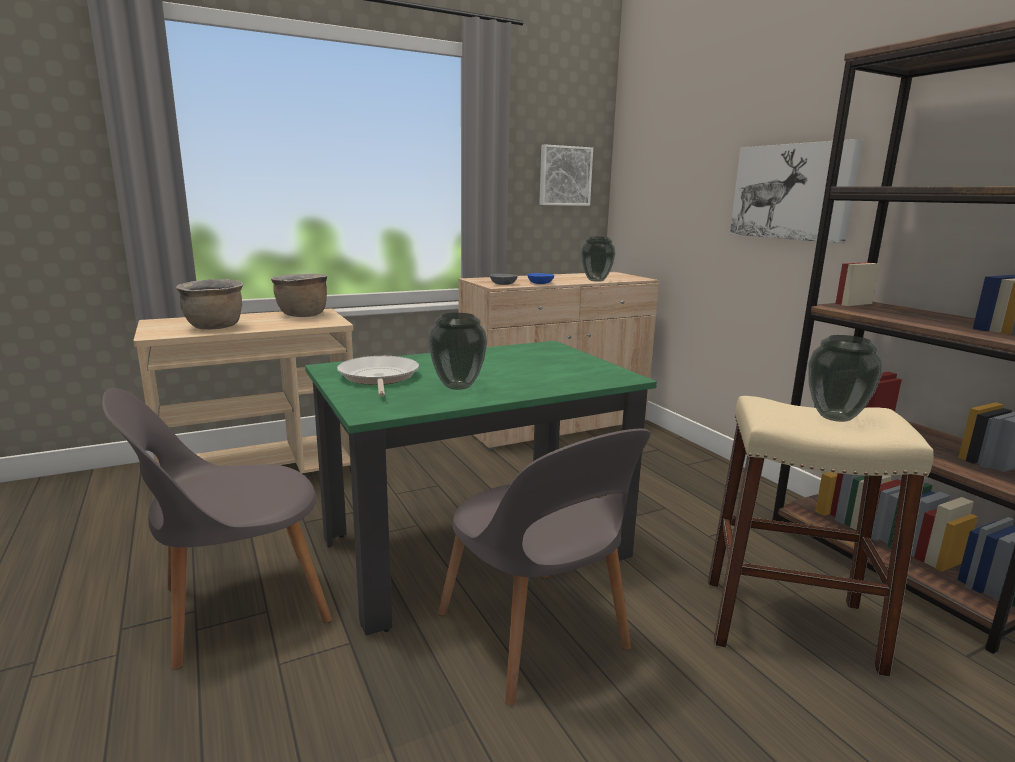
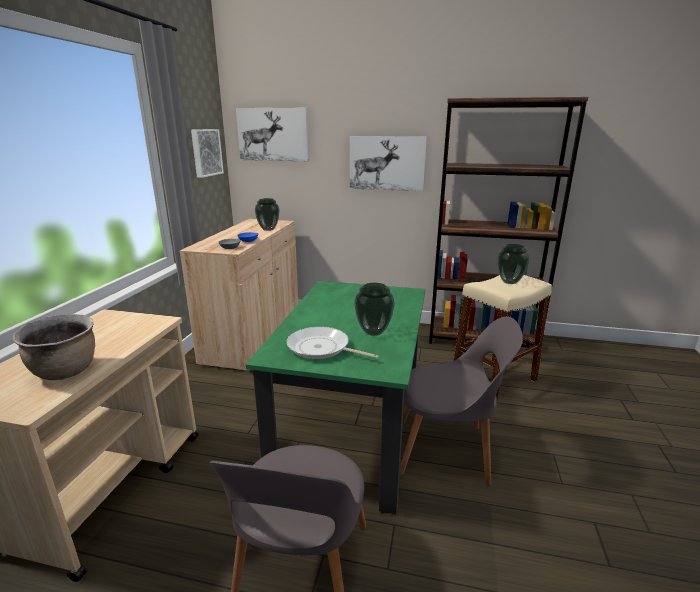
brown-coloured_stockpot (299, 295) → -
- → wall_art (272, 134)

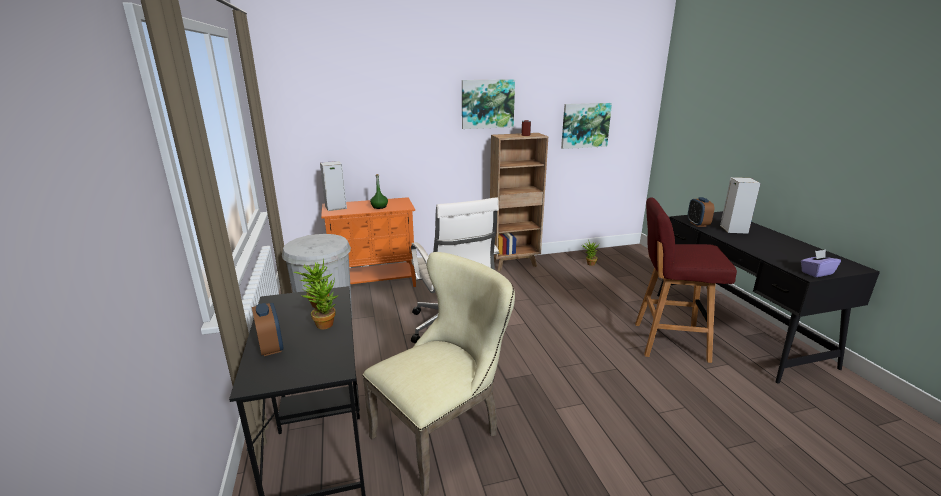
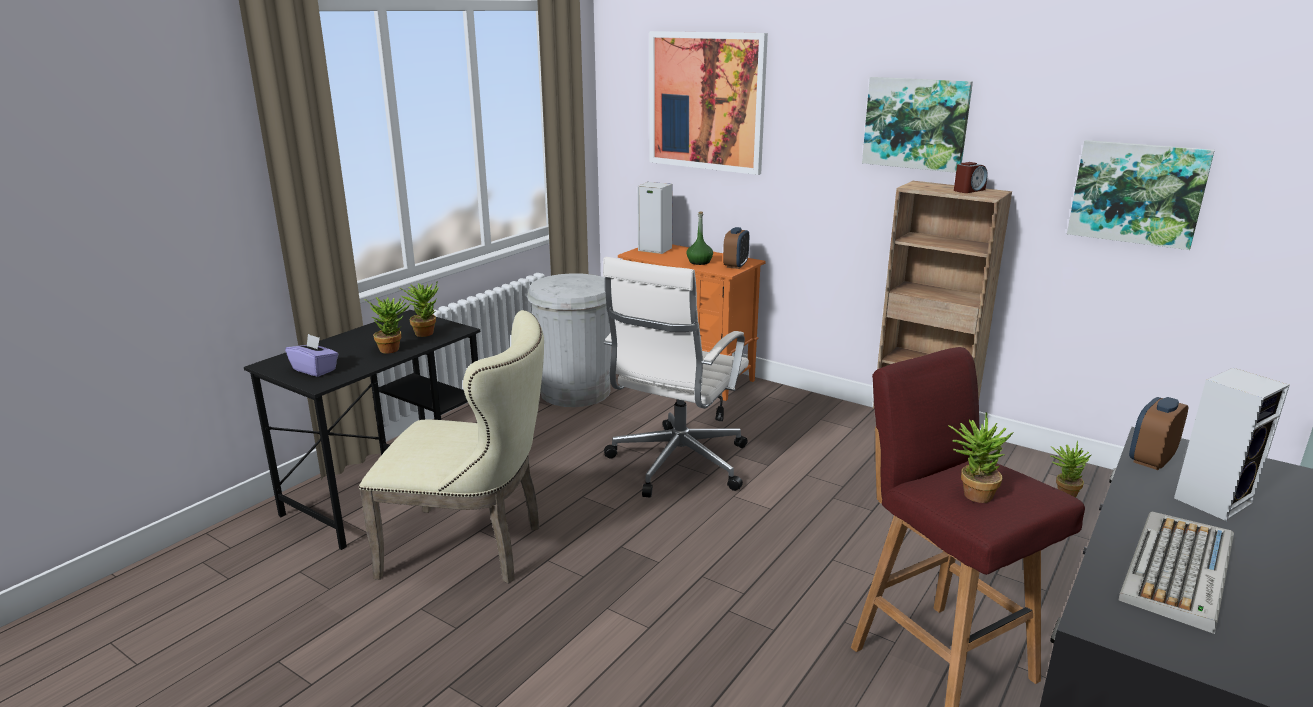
table_clock (268, 329) → table_clock (736, 248), shifted
purple_tissue_box (821, 263) → purple_tissue_box (311, 355), shifted
- → wall_art (708, 103)
- → plant_in_a_pot (981, 457)
- → keyboard (1176, 573)

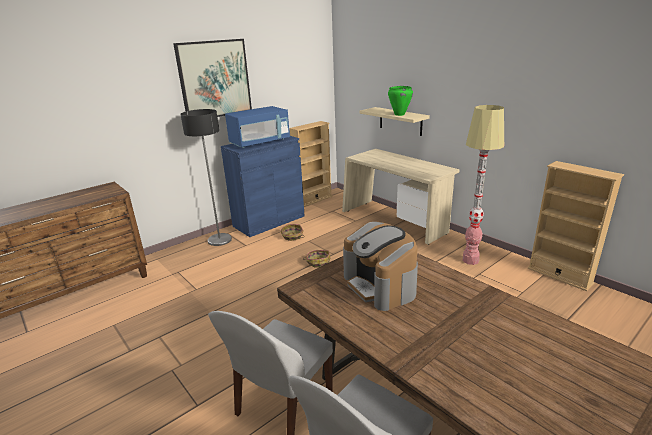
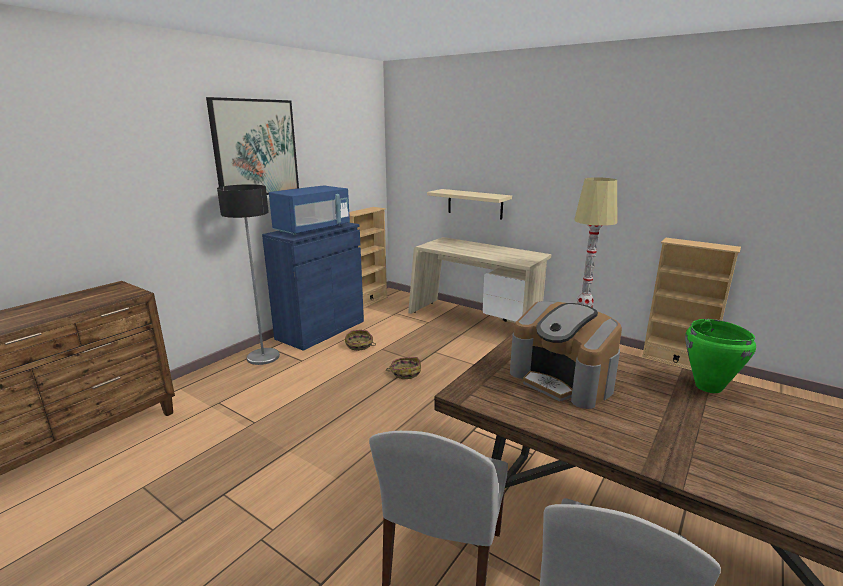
greenish_stockpot (400, 101) → greenish_stockpot (720, 356), shifted

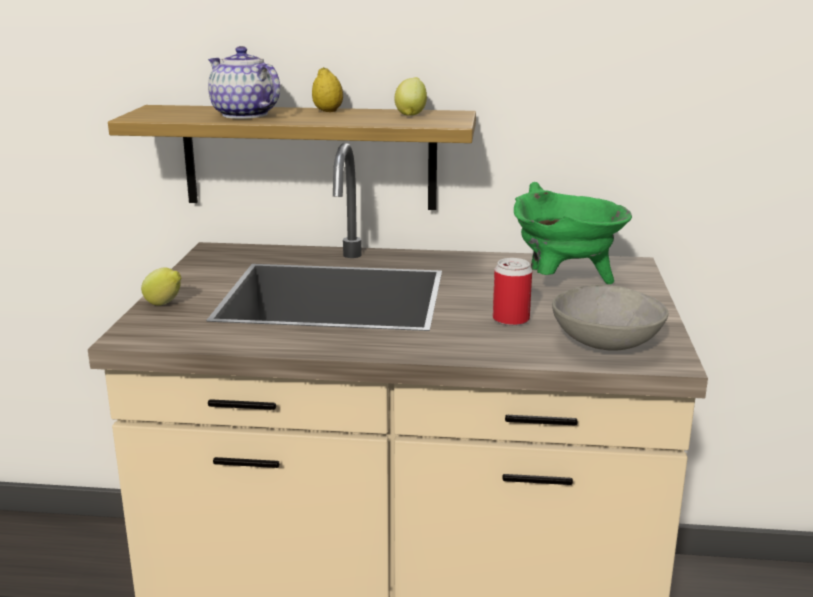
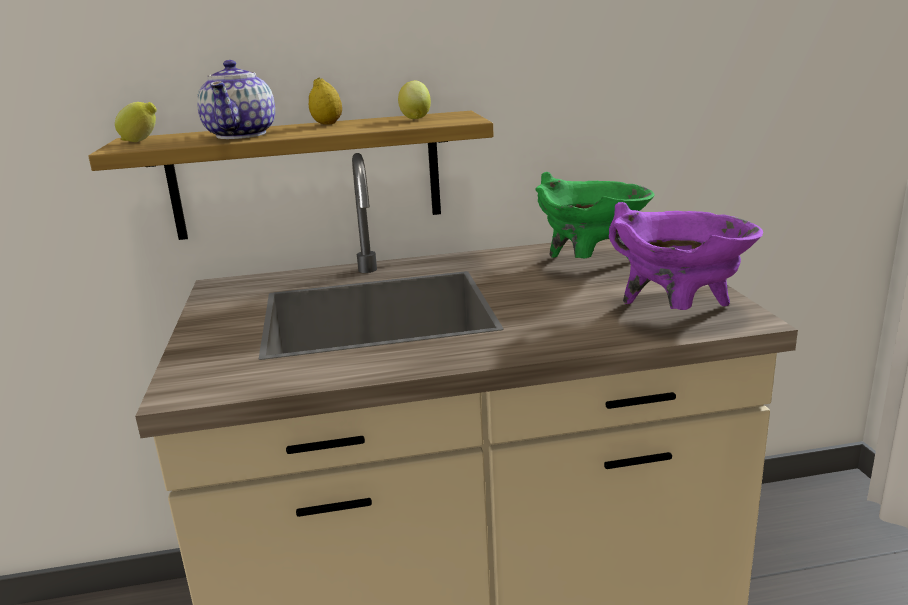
citrus_fruit (161, 286) → citrus_fruit (136, 122), shifted
tea_pot (244, 82) → tea_pot (236, 99), 120 degrees counterclockwise
metal_can (512, 292) → -
greyish_deep_dish (610, 318) → purple_stockpot (686, 256)

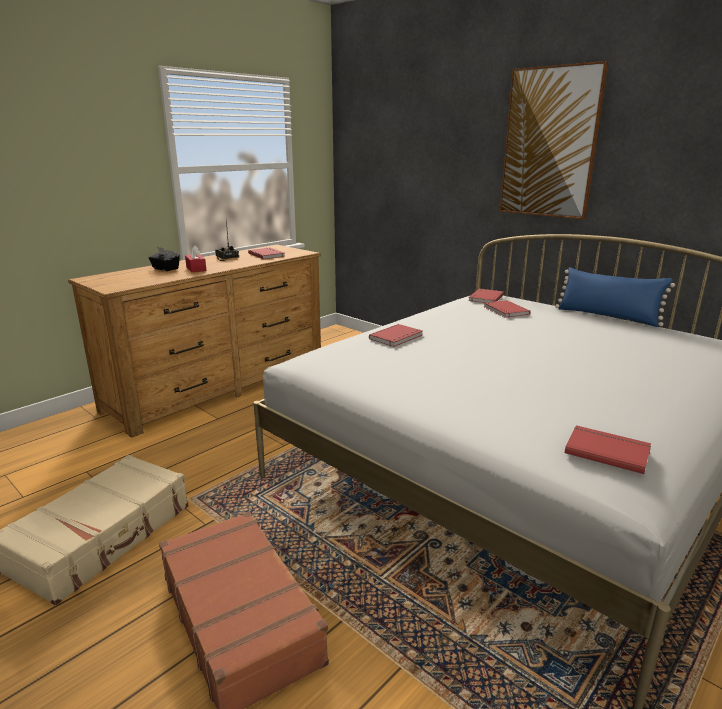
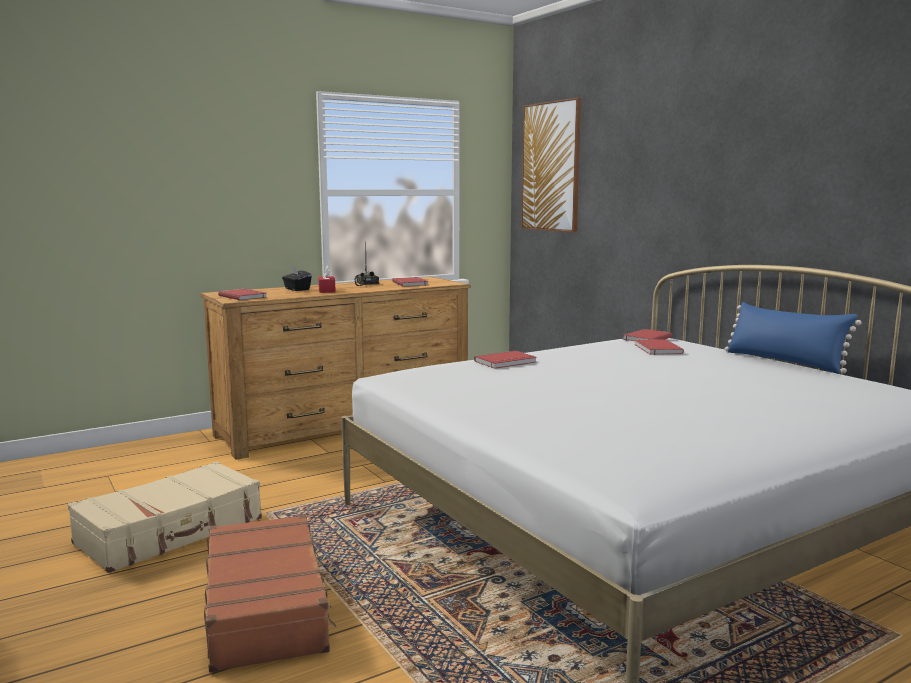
wall_art (554, 140) → wall_art (551, 165), shifted
red_volume (608, 449) → red_volume (242, 294), shifted

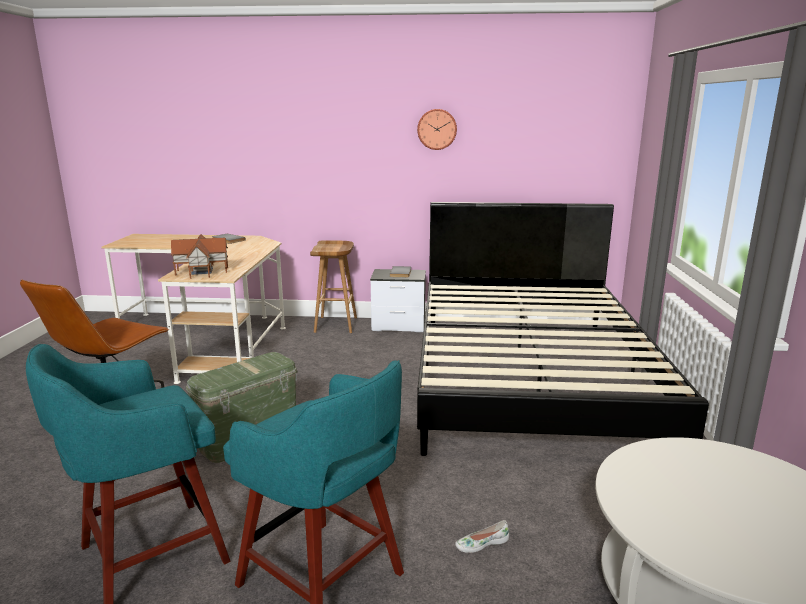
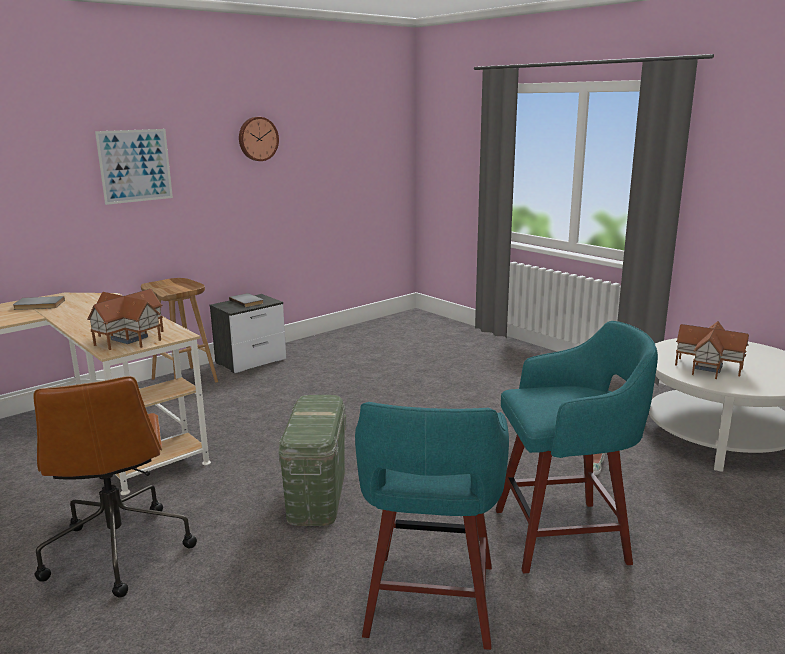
blackish_sleeping_bed (563, 329) → -
- → wall_art (134, 167)
- → model_house (712, 350)

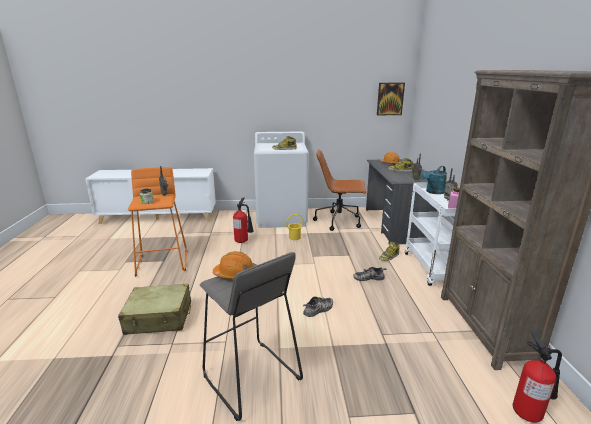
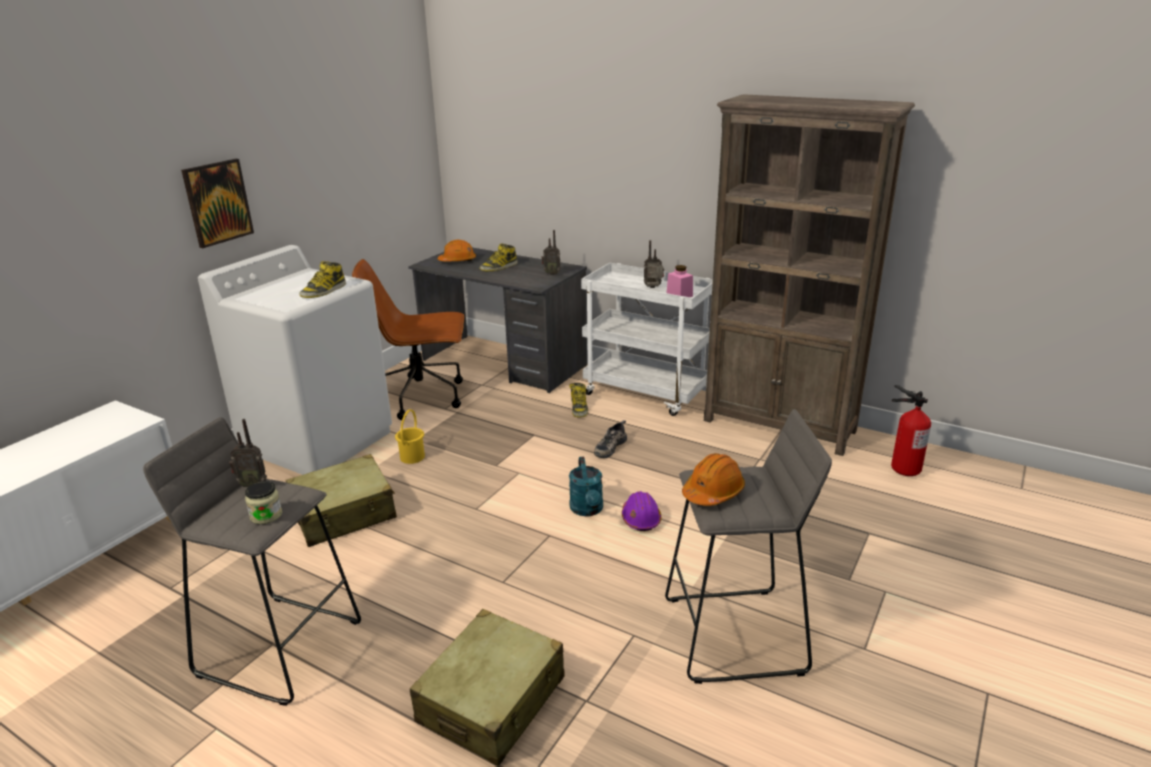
orangey_stool_seat (157, 222) → greyish_stool_seat (252, 561)
extinguisher (243, 220) → sand-coloured_piece_of_luggage (341, 500)
item_of_footwear (318, 306) → purple_work_helmet (641, 511)
brown-coloured_computer_chair (340, 190) → brown-coloured_computer_chair (408, 339), 45 degrees clockwise
wall_art (391, 99) → wall_art (217, 203), shifted
blue-green_sprinkling_can (434, 180) → blue-green_sprinkling_can (586, 486), shifted

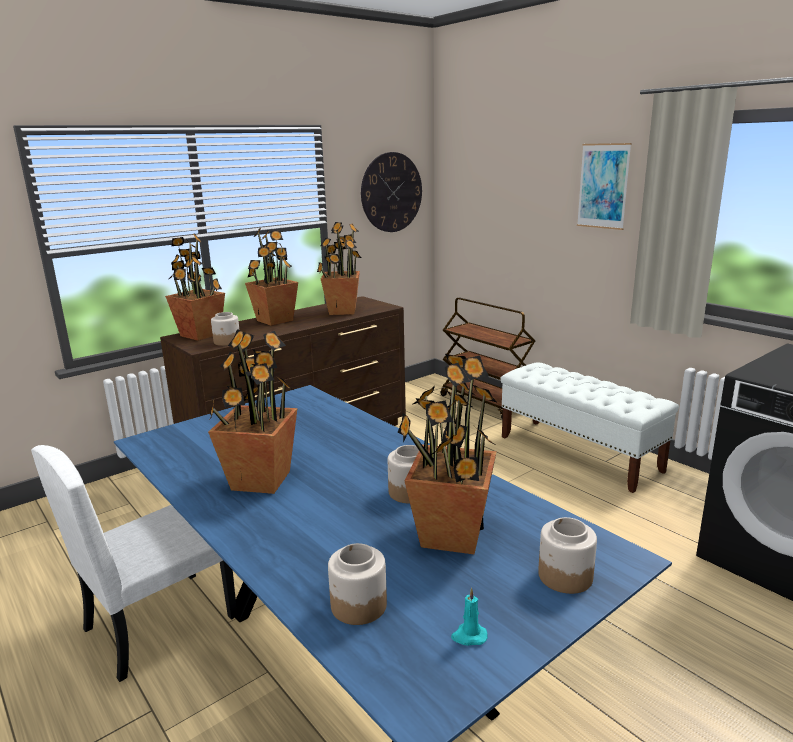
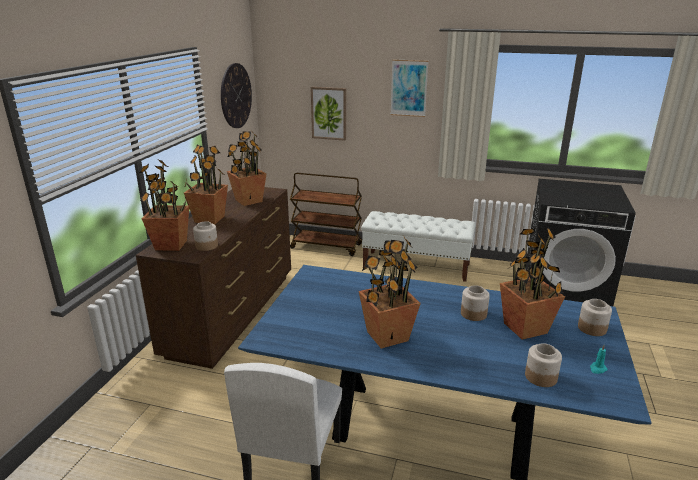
- → wall_art (328, 114)

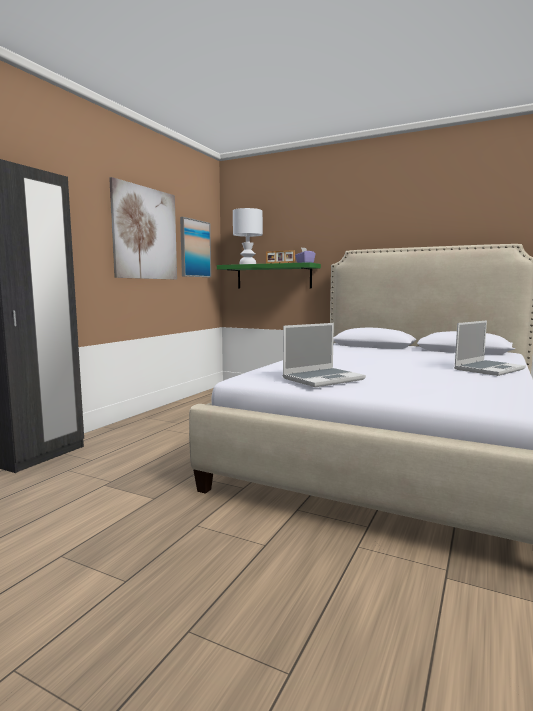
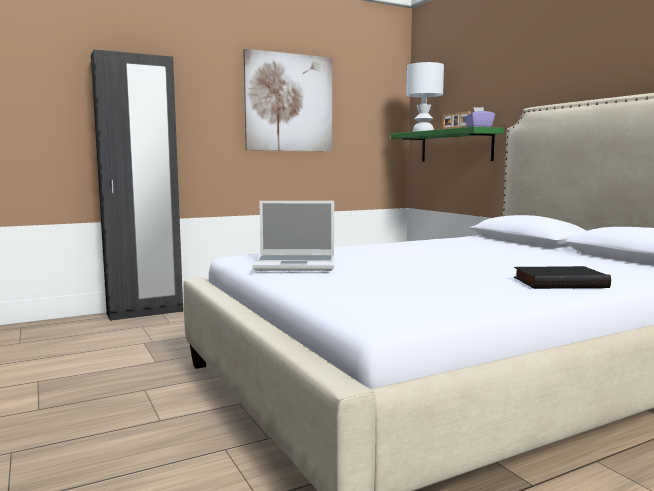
wall_art (195, 247) → -
laptop (490, 348) → blackish_volume (562, 277)

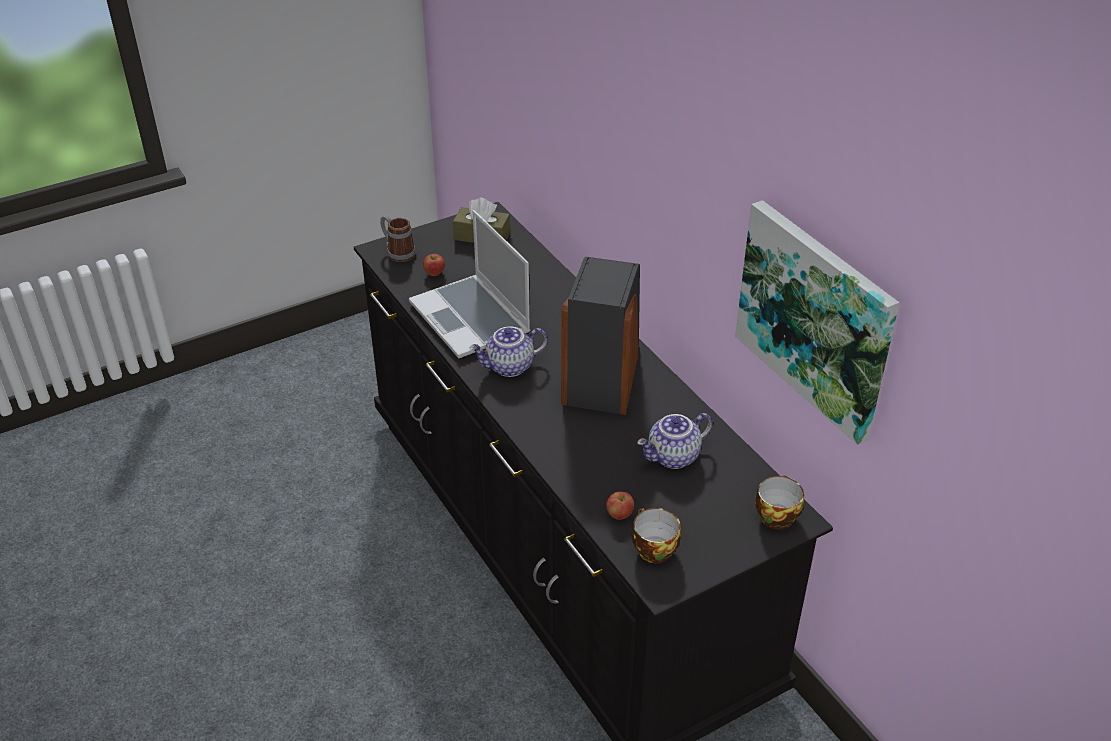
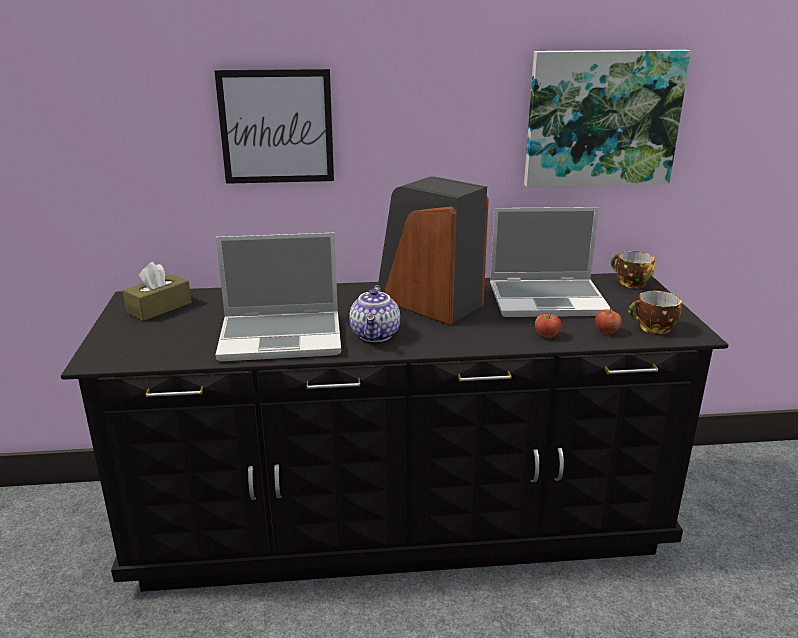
coffee_mug (398, 238) → -
apple_fruit (434, 265) → apple_fruit (548, 326), shifted
tea_pot (675, 441) → laptop (551, 262)
- → wall_art (274, 126)

